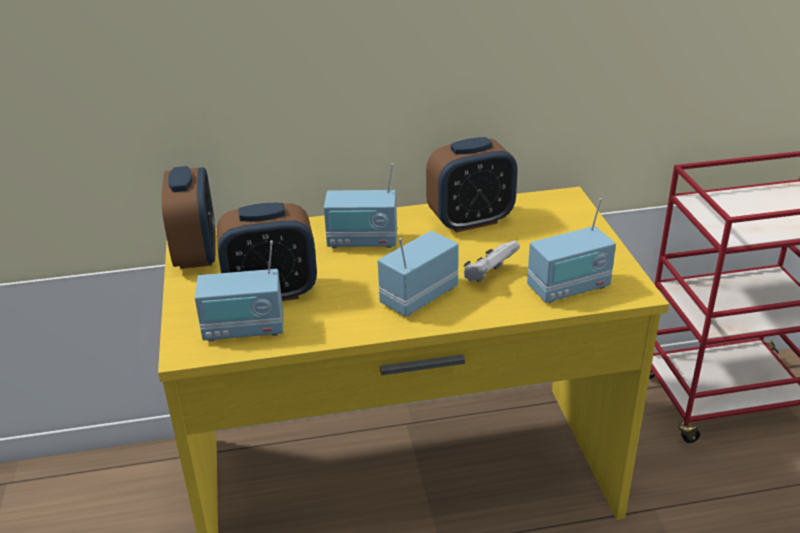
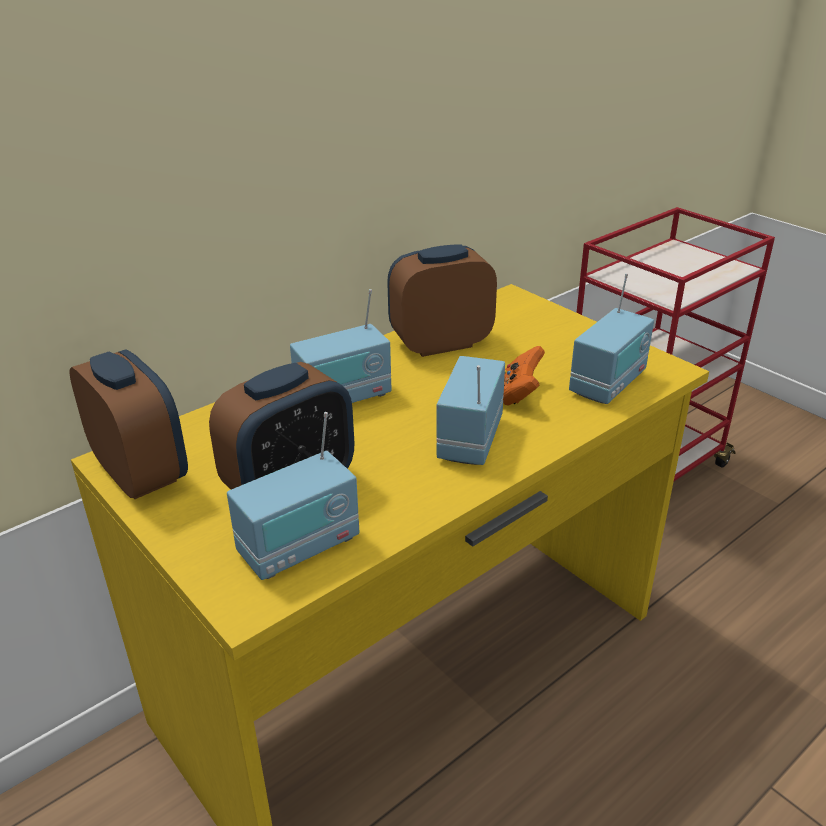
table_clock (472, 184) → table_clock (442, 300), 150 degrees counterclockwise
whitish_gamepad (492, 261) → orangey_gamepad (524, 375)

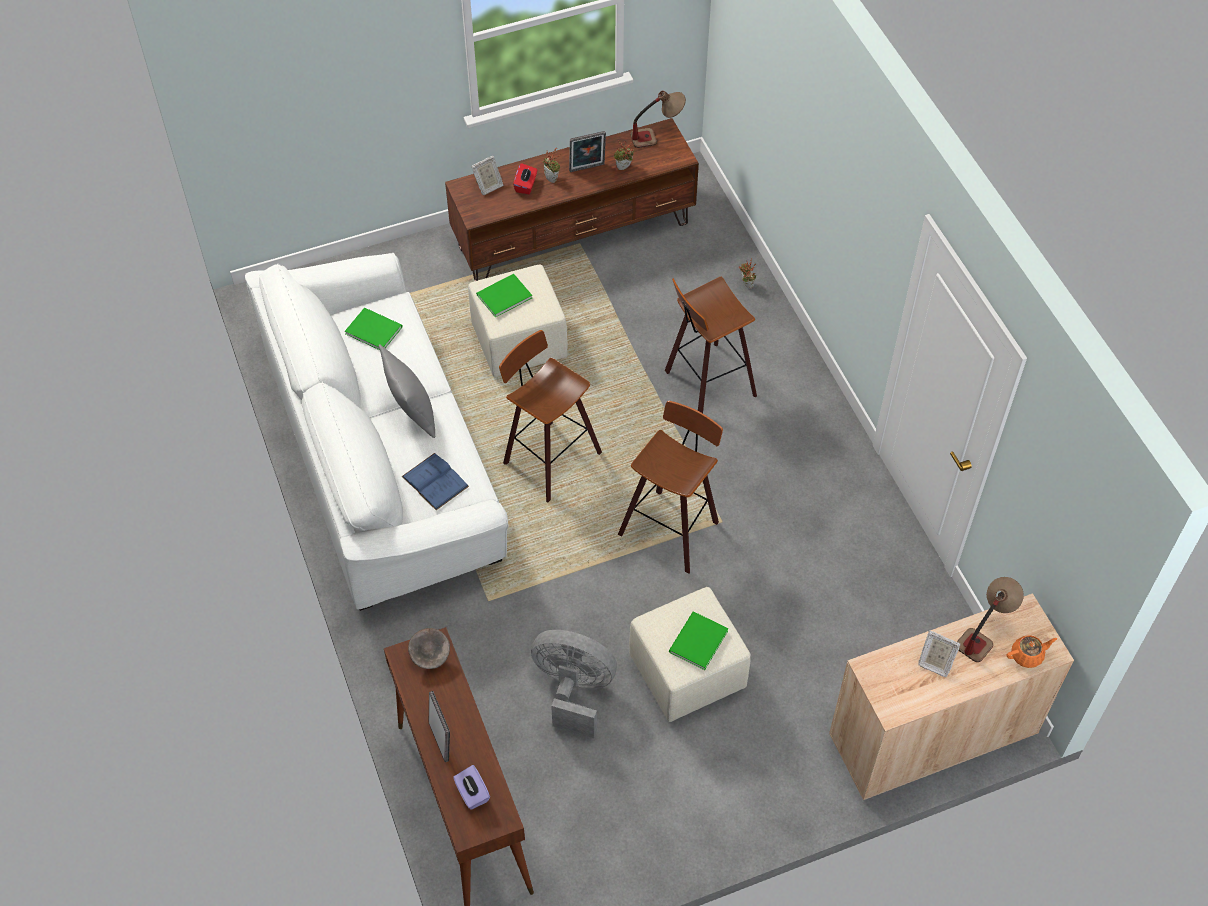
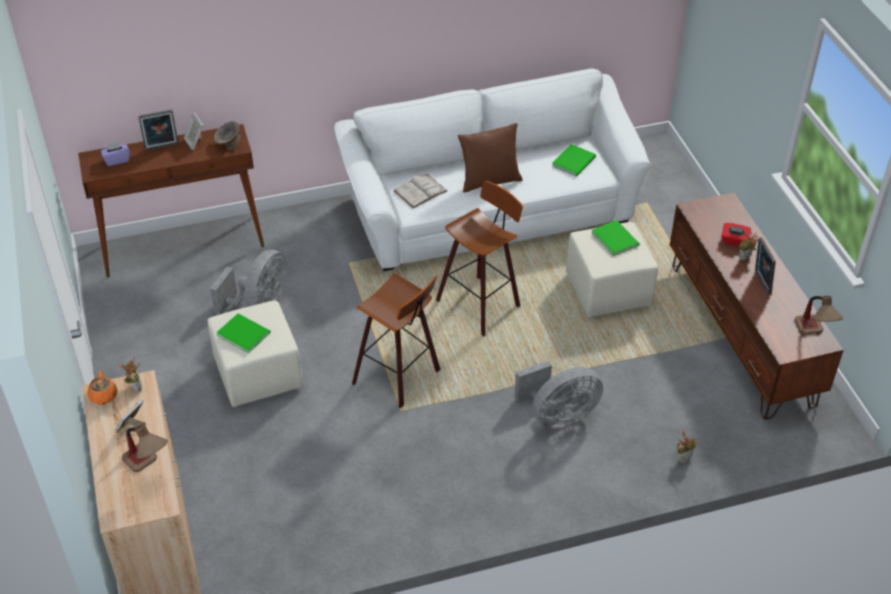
greyish_throw_pillow (407, 391) → brown-coloured_throw_pillow (490, 157)
blue_volume (435, 481) → whitish_volume (420, 191)
photo_frame (487, 175) → photo_frame (194, 131), shifted
plant_in_a_pot (624, 155) → plant_in_a_pot (130, 374), shifted
stool_seat (711, 345) → greyish_electric_fan (558, 394)
orangey_tea_pot (1031, 651) → orangey_tea_pot (102, 388), shifted

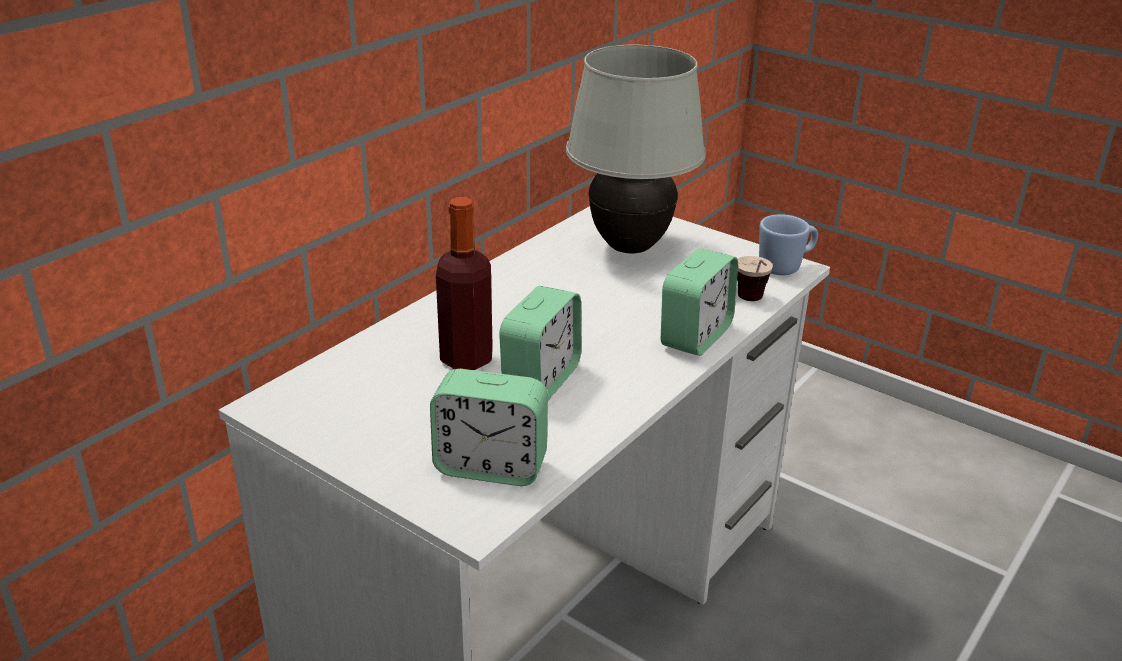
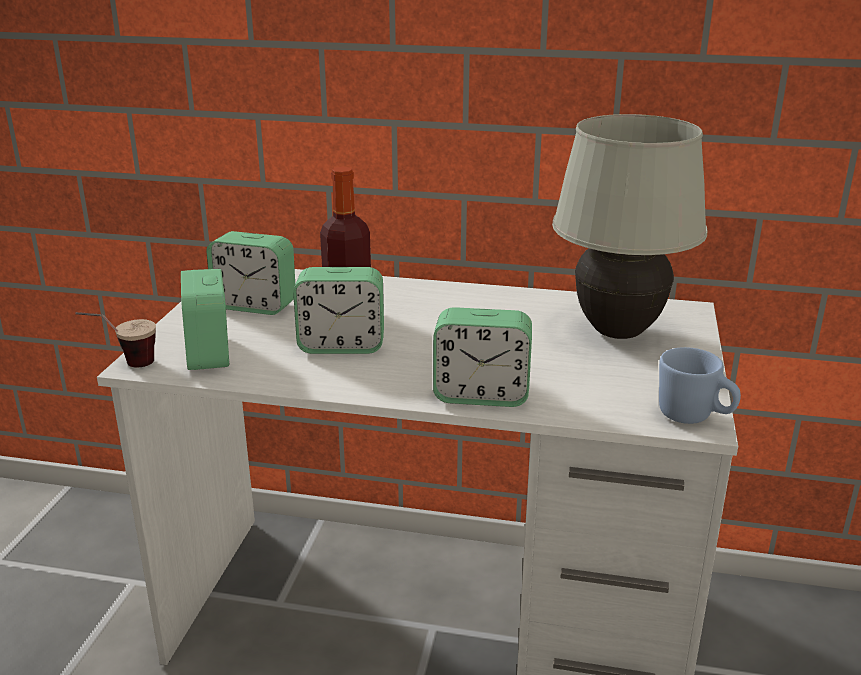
small_cup (755, 278) → small_cup (116, 339), shifted
- → table_clock (250, 273)

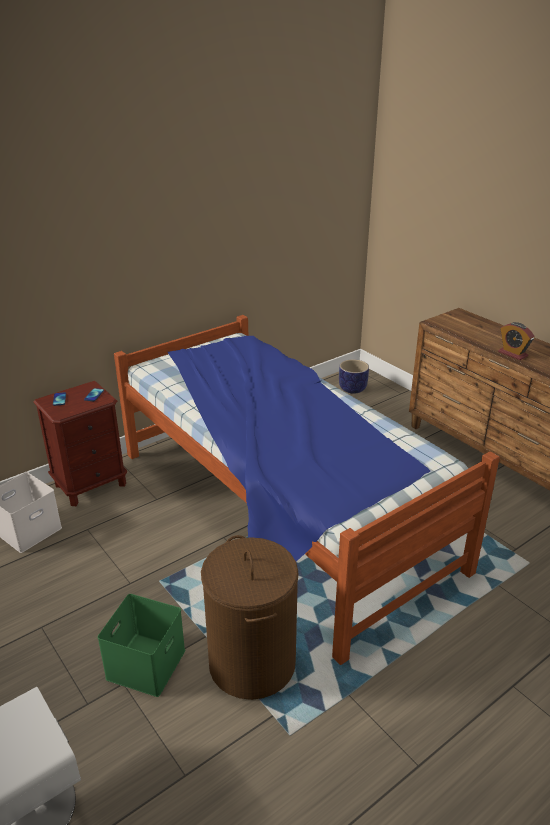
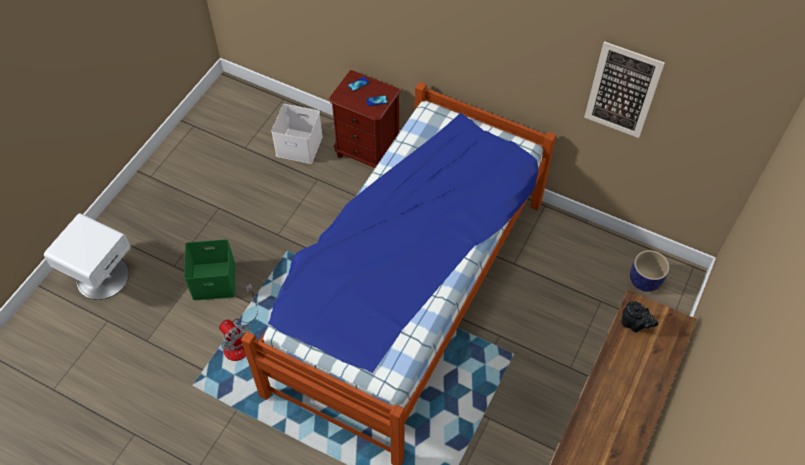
brown-coloured_washing_basket (250, 617) → electric_fan (238, 322)
table_clock (516, 341) → -
- → wall_art (624, 89)
- → blackish_tea_pot (640, 317)

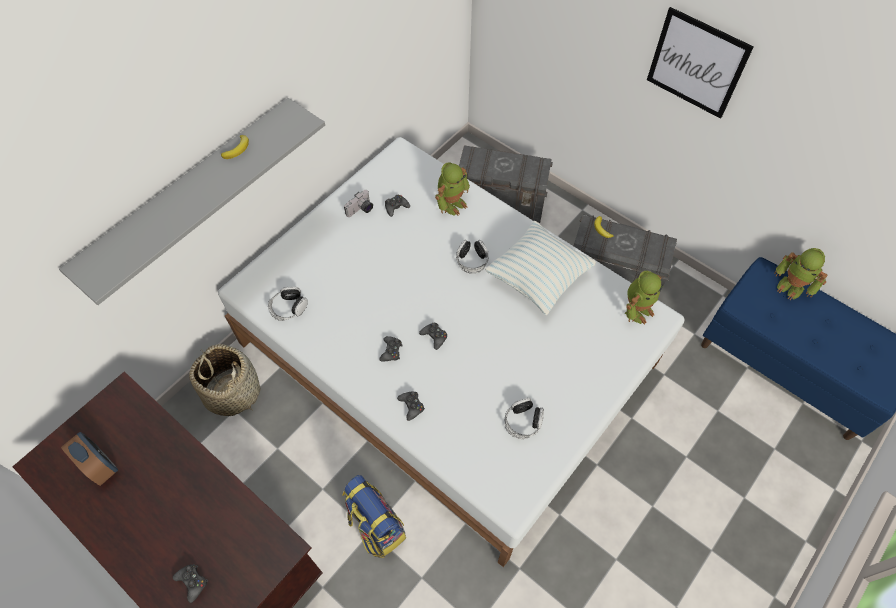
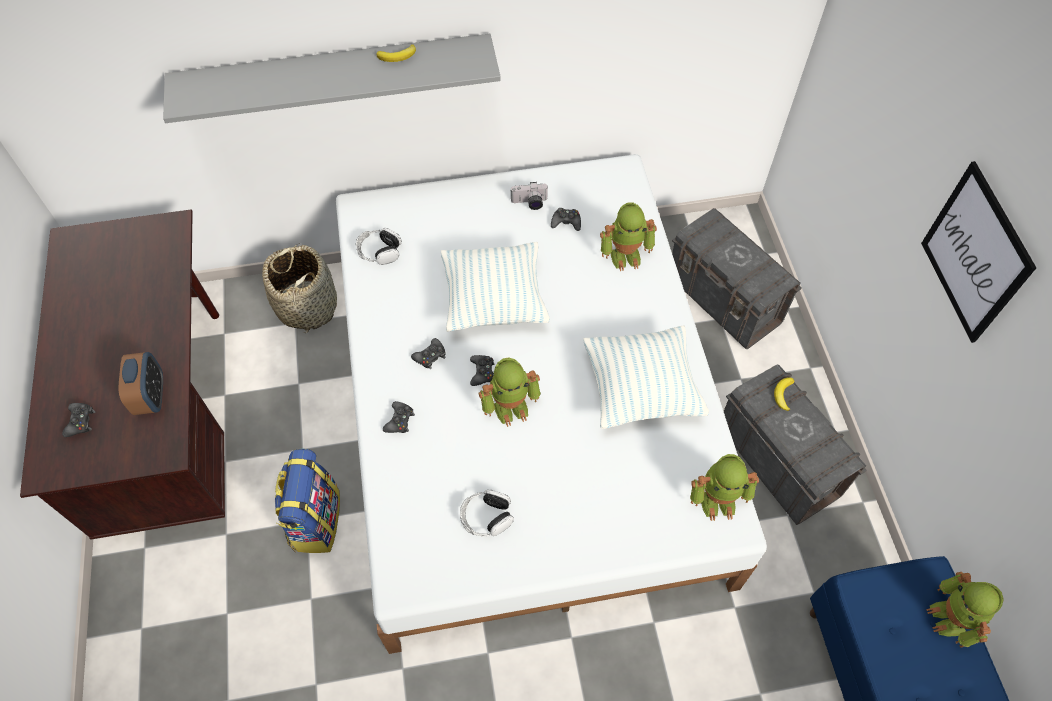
table_clock (89, 459) → table_clock (141, 383), shifted
pair_of_headphones (472, 257) → -
- → throw_pillow (495, 287)
- → robot_figure (509, 392)

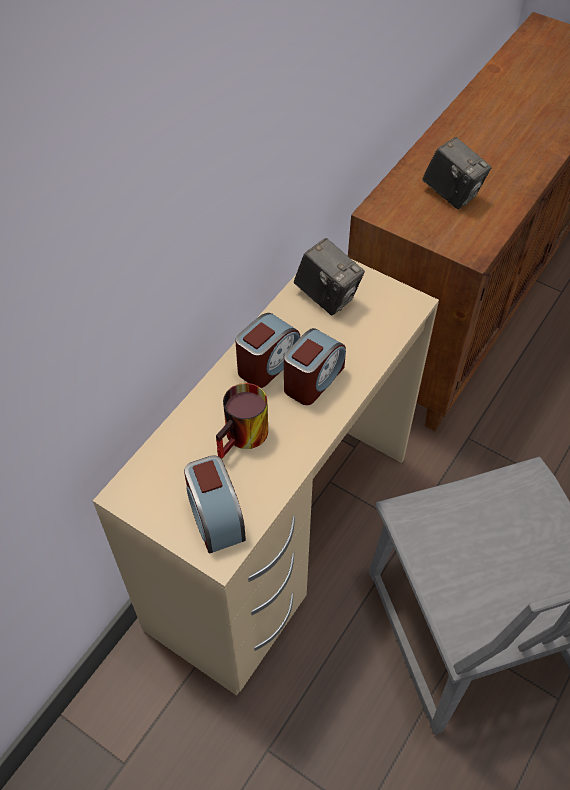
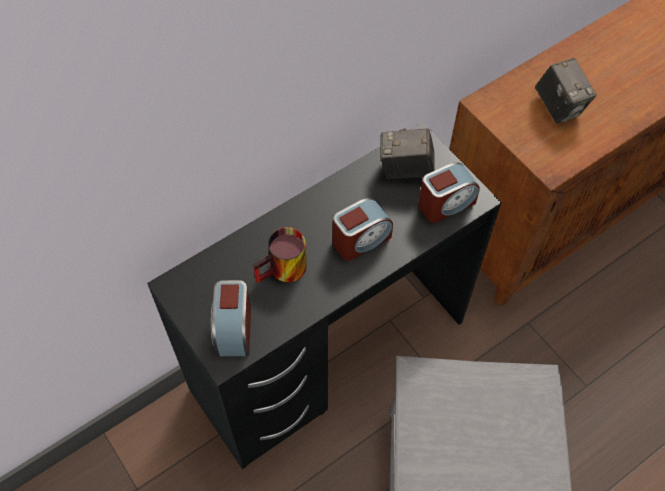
sand-coloured_desk_table (266, 477) → blackish_desk_table (324, 296)
table_clock (267, 350) → table_clock (449, 192), shifted
photo_camera (329, 276) → photo_camera (407, 153), 120 degrees clockwise

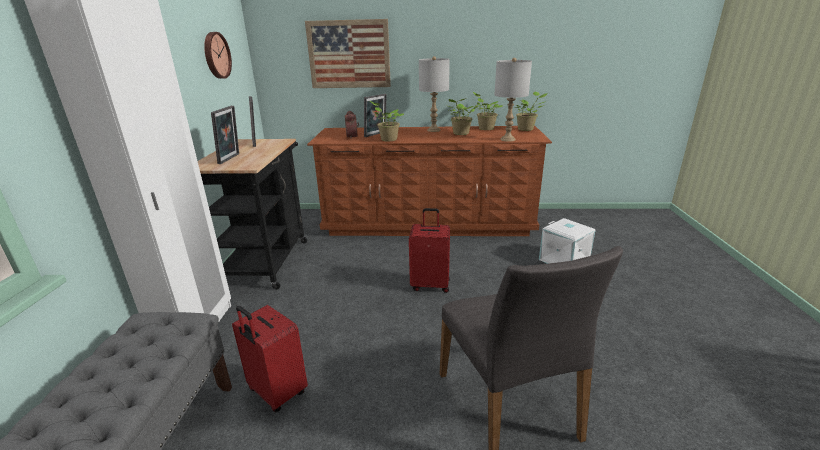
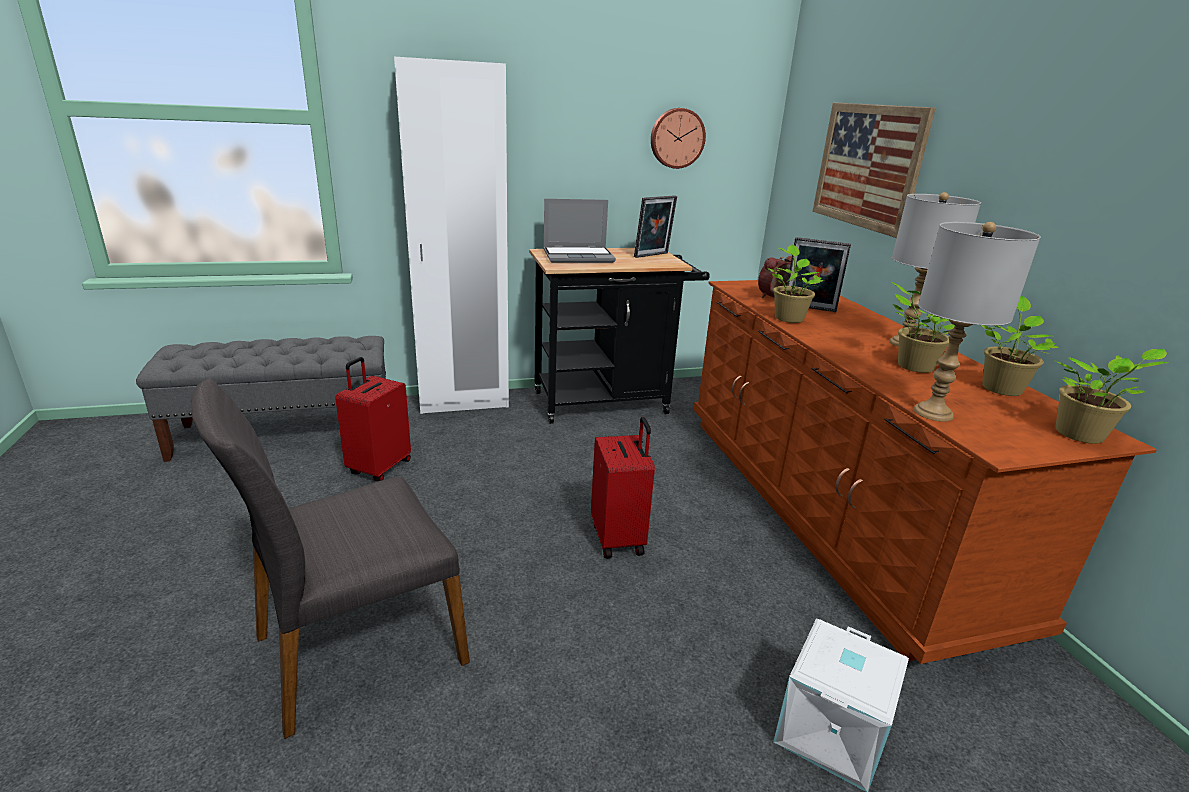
photo_frame (225, 135) → laptop (579, 231)

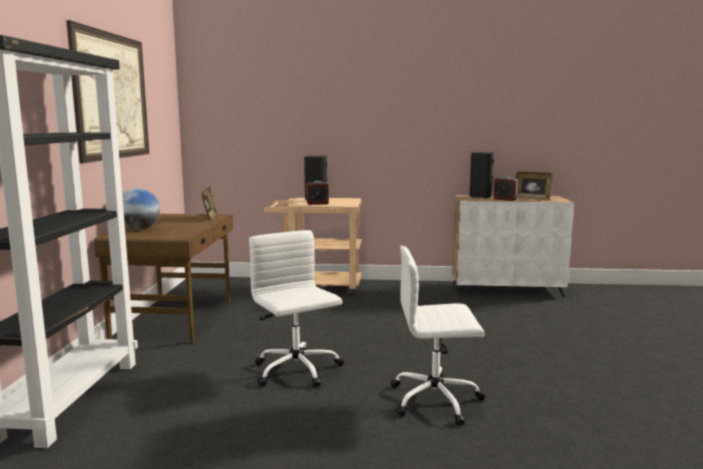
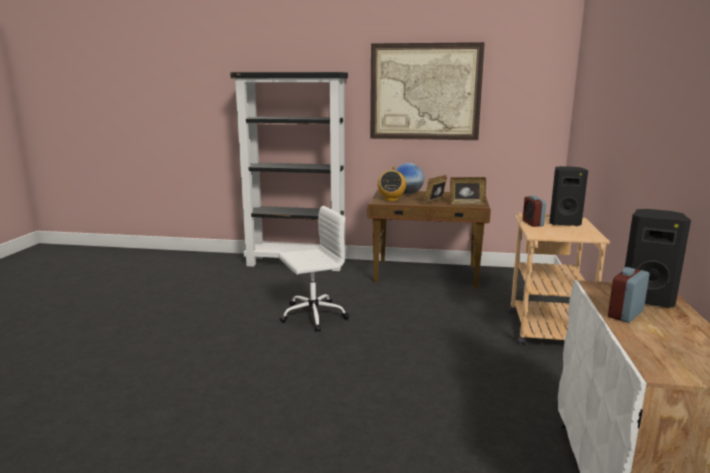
whitish_computer_chair (438, 335) → -
photo_frame (534, 185) → photo_frame (435, 190), shifted
- → radio_set (392, 184)

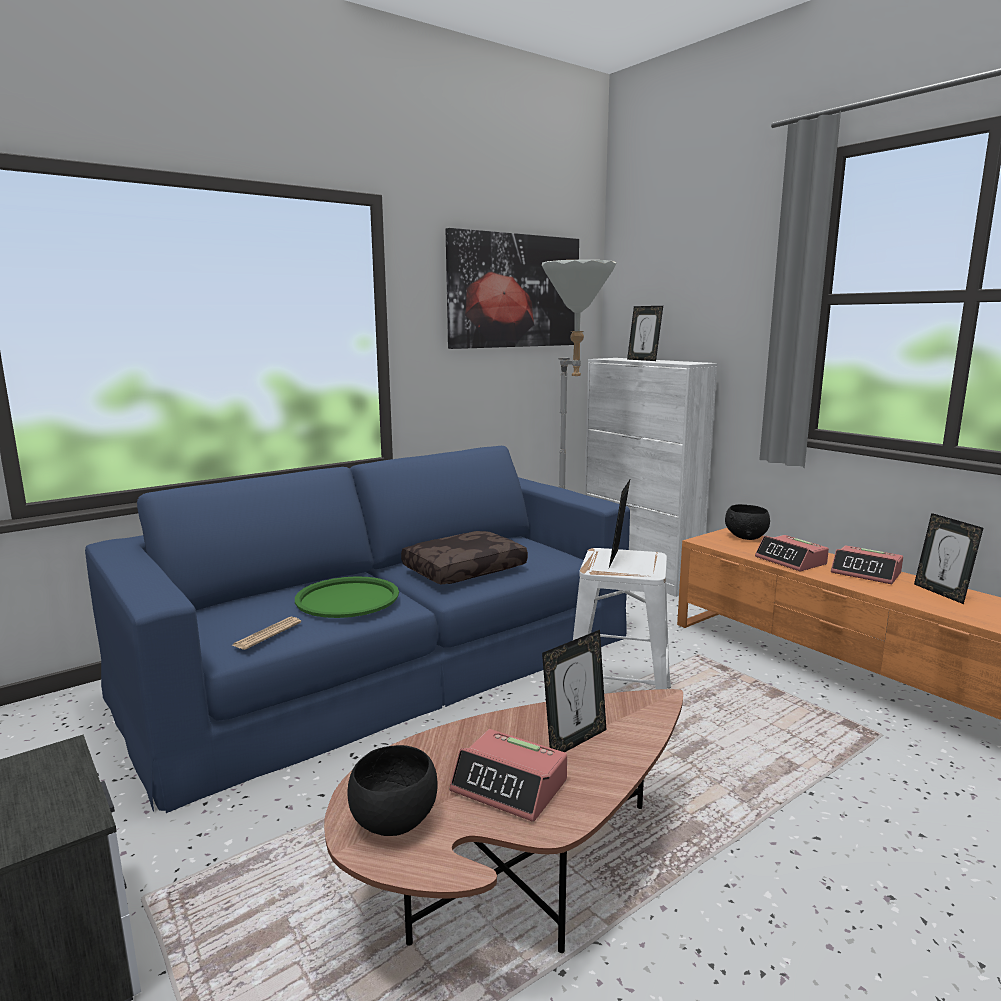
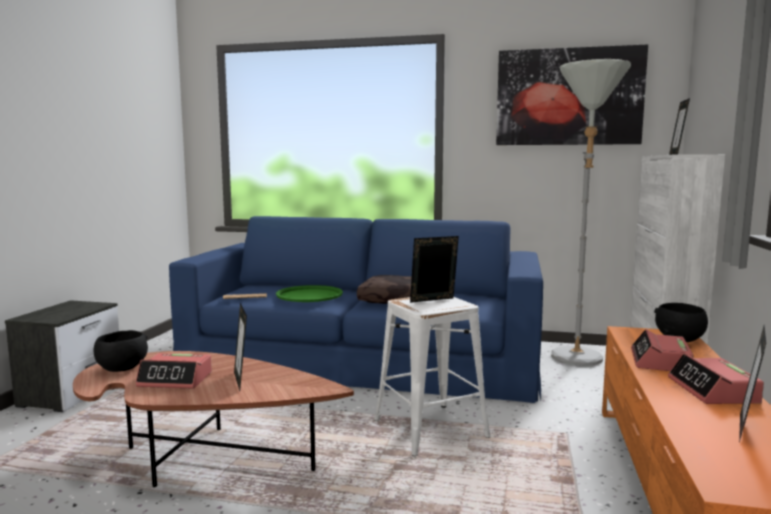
table_clock (508, 775) → table_clock (173, 371), 75 degrees counterclockwise
photo_frame (574, 691) → photo_frame (240, 347), 60 degrees clockwise

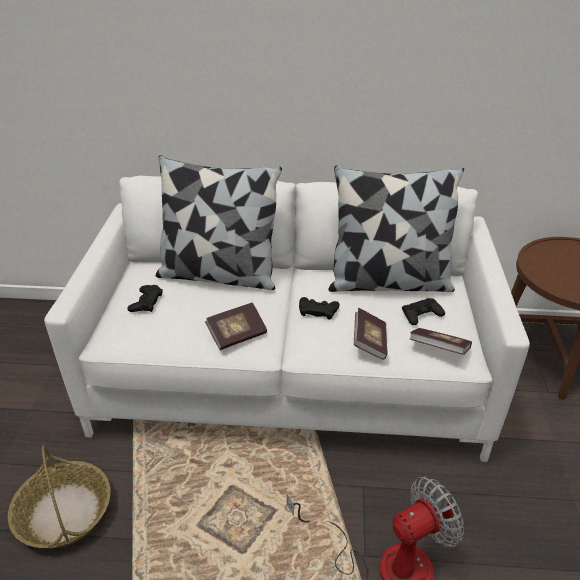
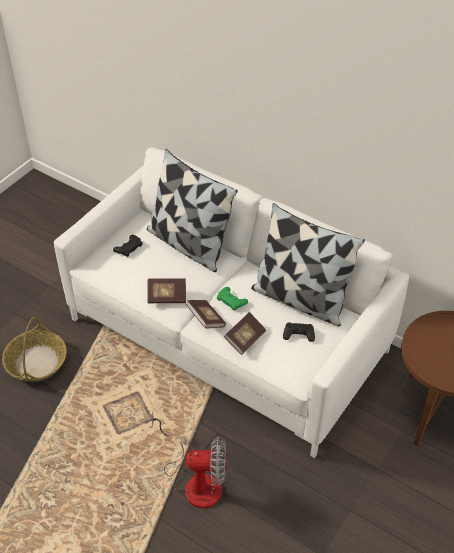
blackish_gamepad (319, 308) → greenish_gamepad (232, 299)
volume (440, 341) → volume (206, 314), shifted

